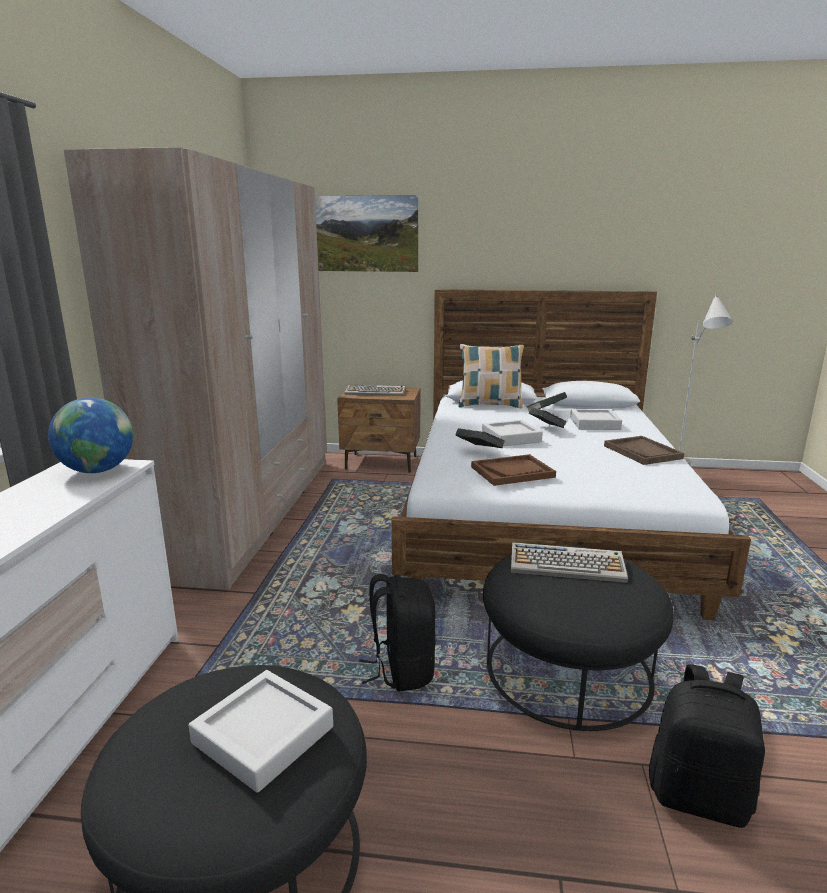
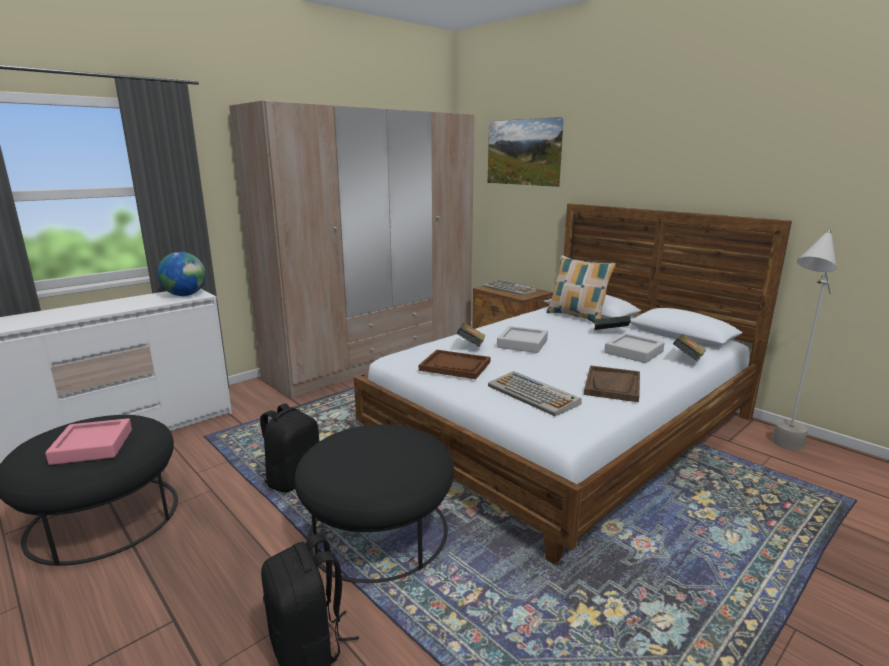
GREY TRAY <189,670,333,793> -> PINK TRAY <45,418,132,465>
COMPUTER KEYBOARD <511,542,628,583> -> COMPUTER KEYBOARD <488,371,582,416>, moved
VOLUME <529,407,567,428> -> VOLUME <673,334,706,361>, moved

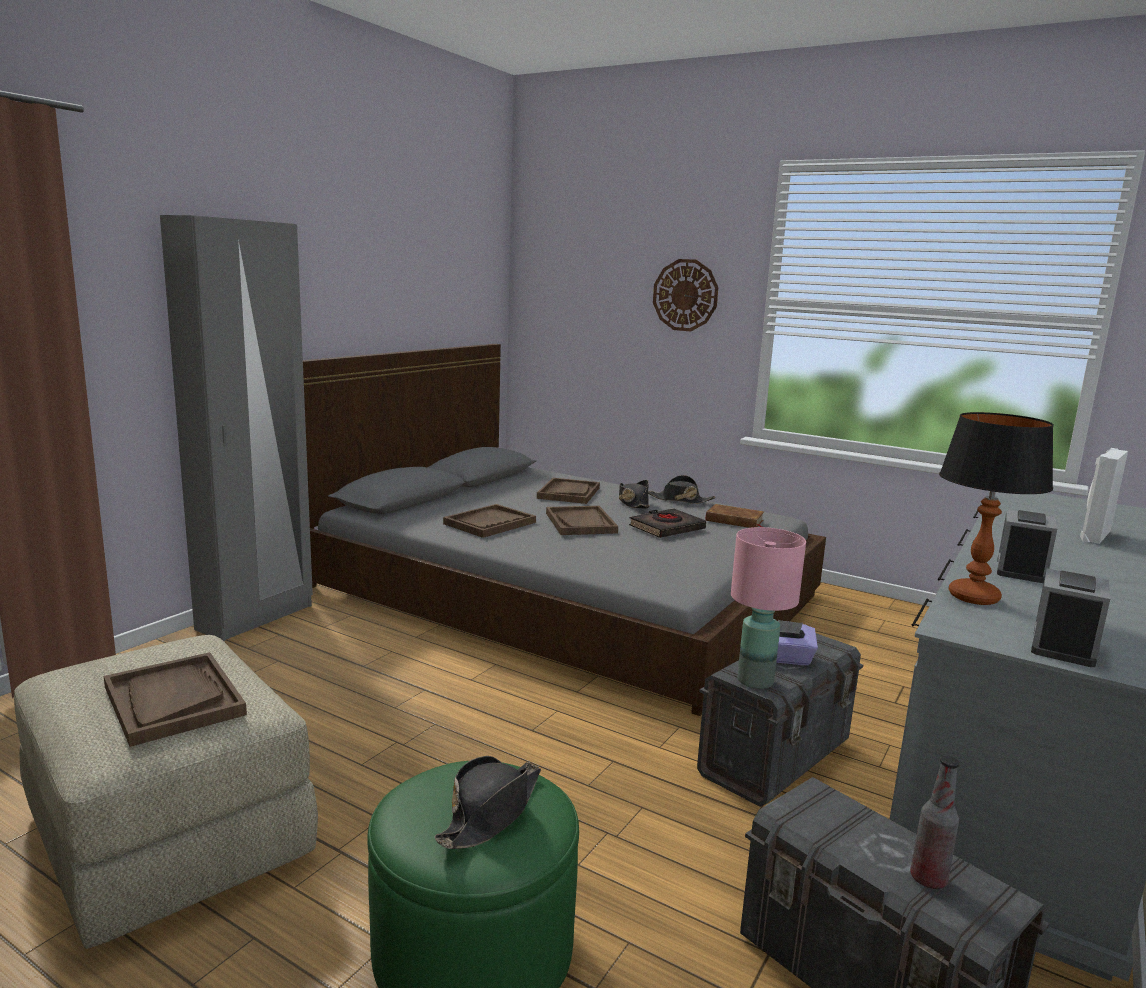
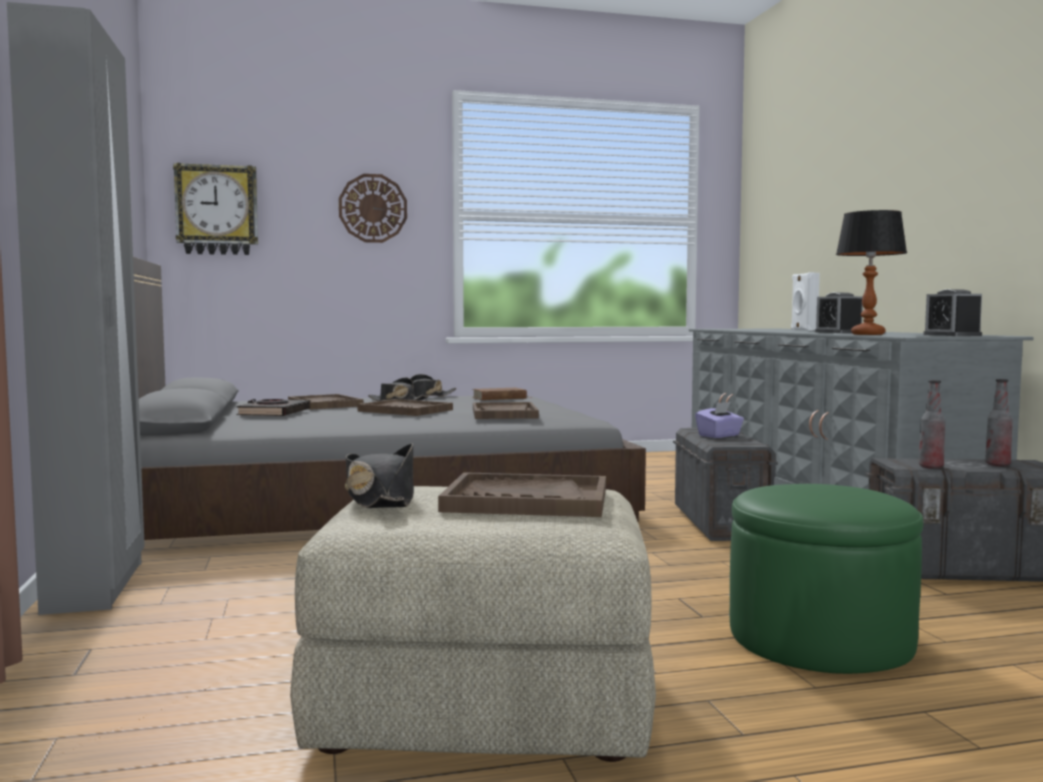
none -> CLOCK ON THE WALL <173,163,258,255>
BLACKISH VOLUME <629,508,706,538> -> BLACKISH VOLUME <236,399,310,416>, moved
BLACKISH CLOTHING HAT <434,756,541,849> -> BLACKISH CLOTHING HAT <345,444,414,508>, moved
BROWNISH TRAY <443,504,536,538> -> BROWNISH TRAY <473,402,539,419>, moved
none -> DRINK BOTTLE <919,380,946,469>
PINK LAMP FOR A TABLE <731,527,806,689> -> none

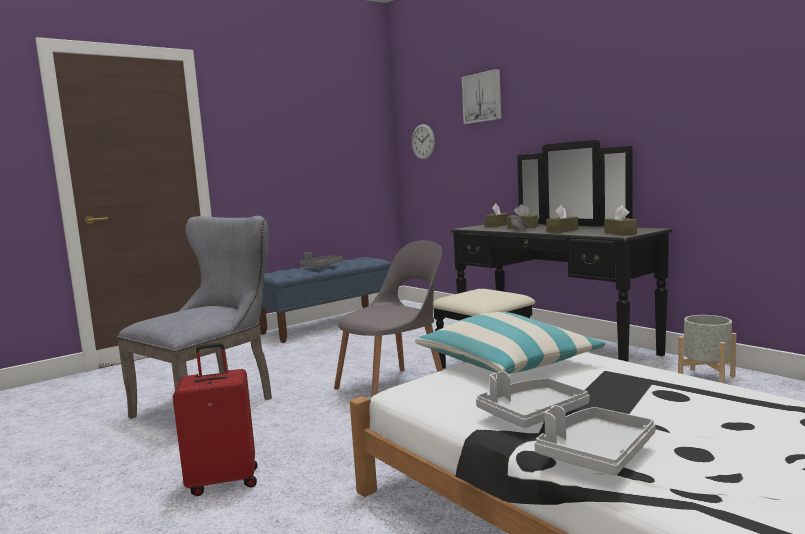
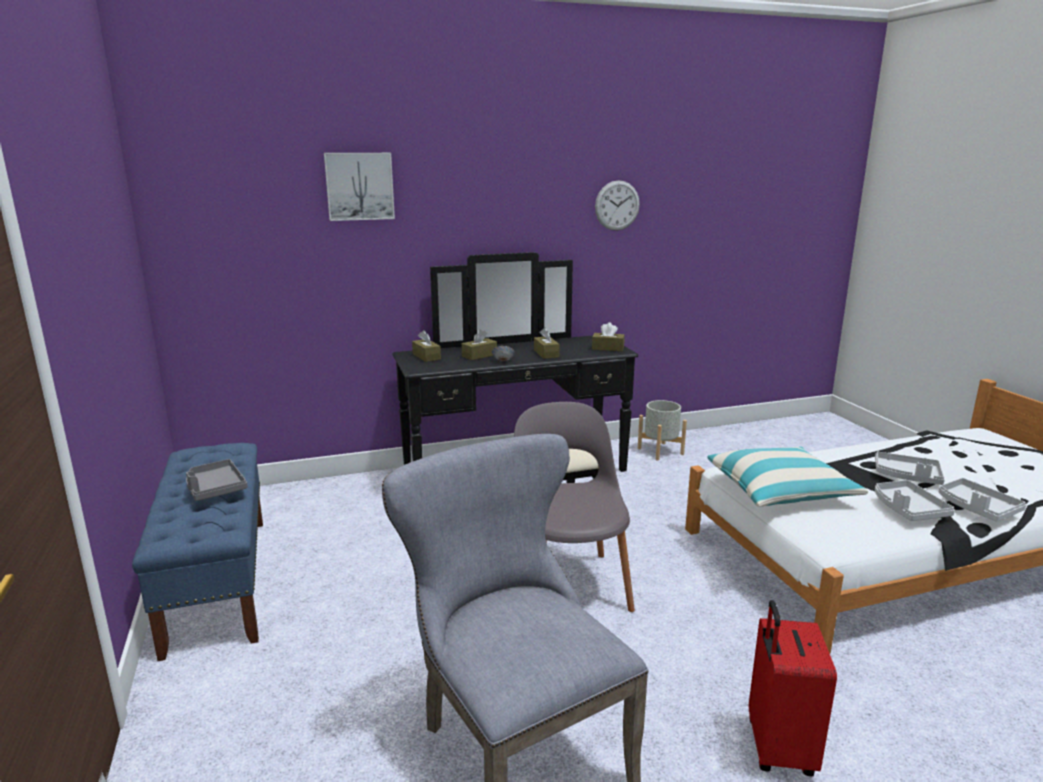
CLOCK ON THE WALL <412,124,435,160> -> CLOCK ON THE WALL <595,180,640,231>, moved
none -> GREY TRAY <875,452,945,485>

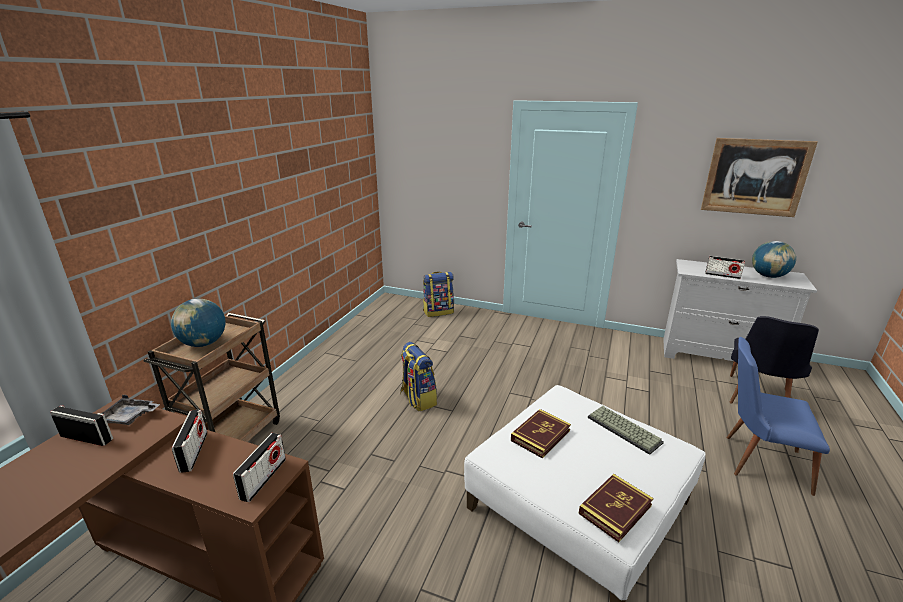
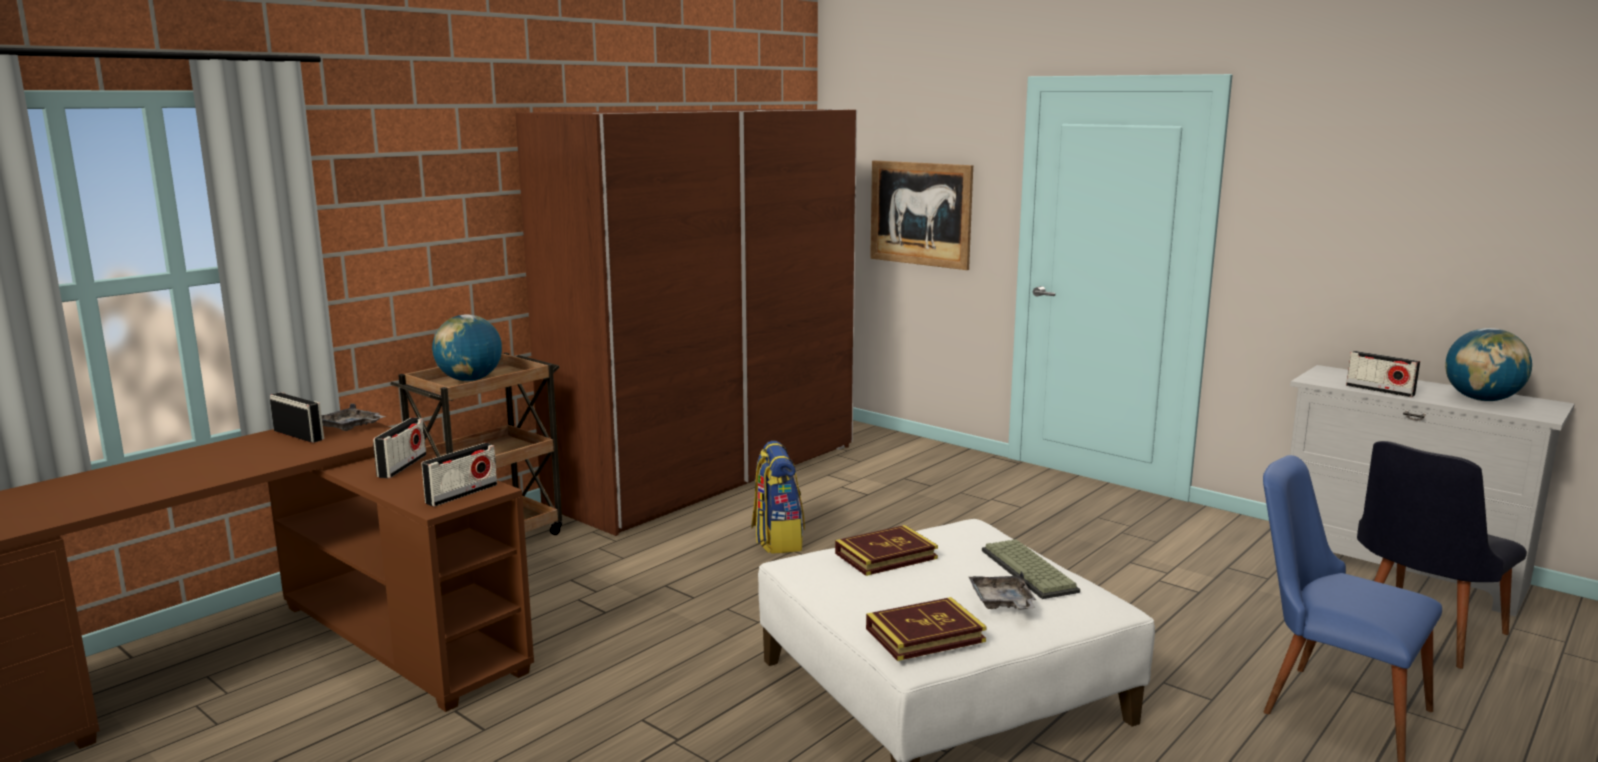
none -> BROWNISH CLOTHES CUPBOARD <515,109,857,536>
PICTURE <701,138,818,217> -> PICTURE <870,161,973,270>, moved
none -> GREY TRAY <969,571,1036,609>
BACKPACK <423,272,454,317> -> none

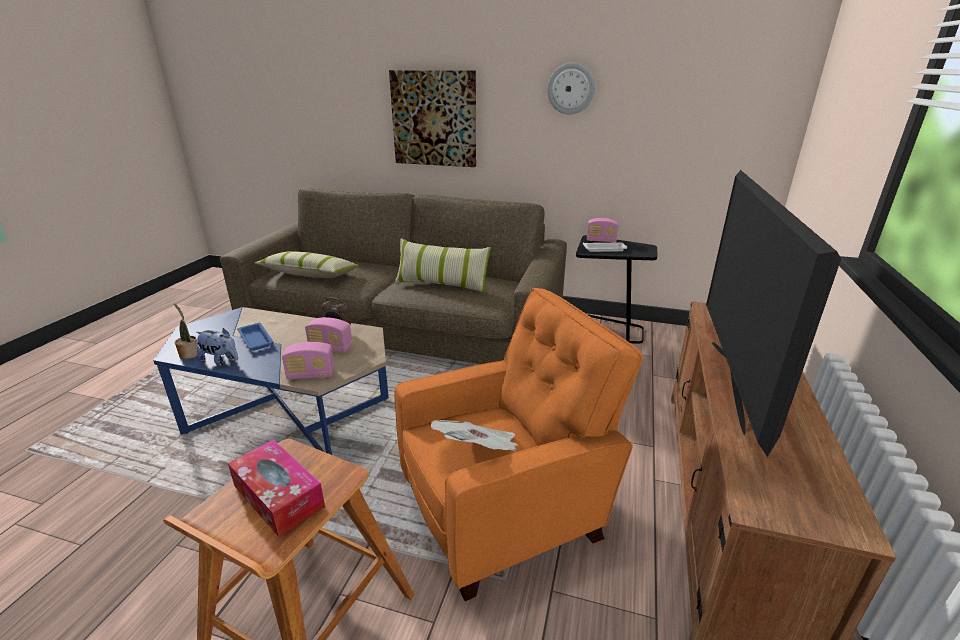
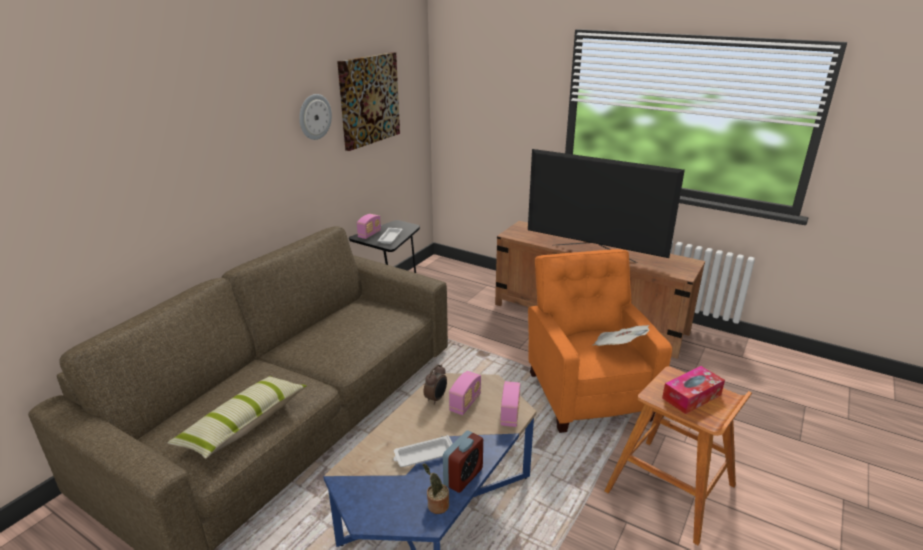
PICTURE <389,70,476,167> -> PICTURE <337,52,400,151>, moved
BLUE TRAY <237,323,274,351> -> WHITE TRAY <393,435,453,467>
PLUSH TOY <196,328,238,366> -> BEDSIDE CLOCK <443,431,483,493>
THROW PILLOW <394,238,491,293> -> none

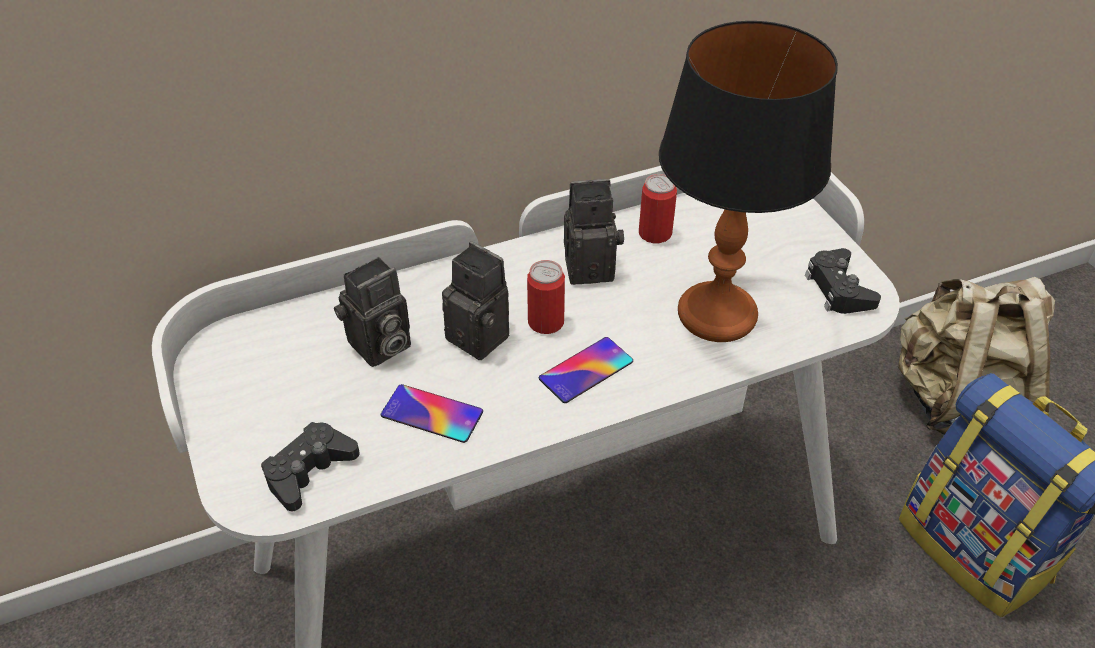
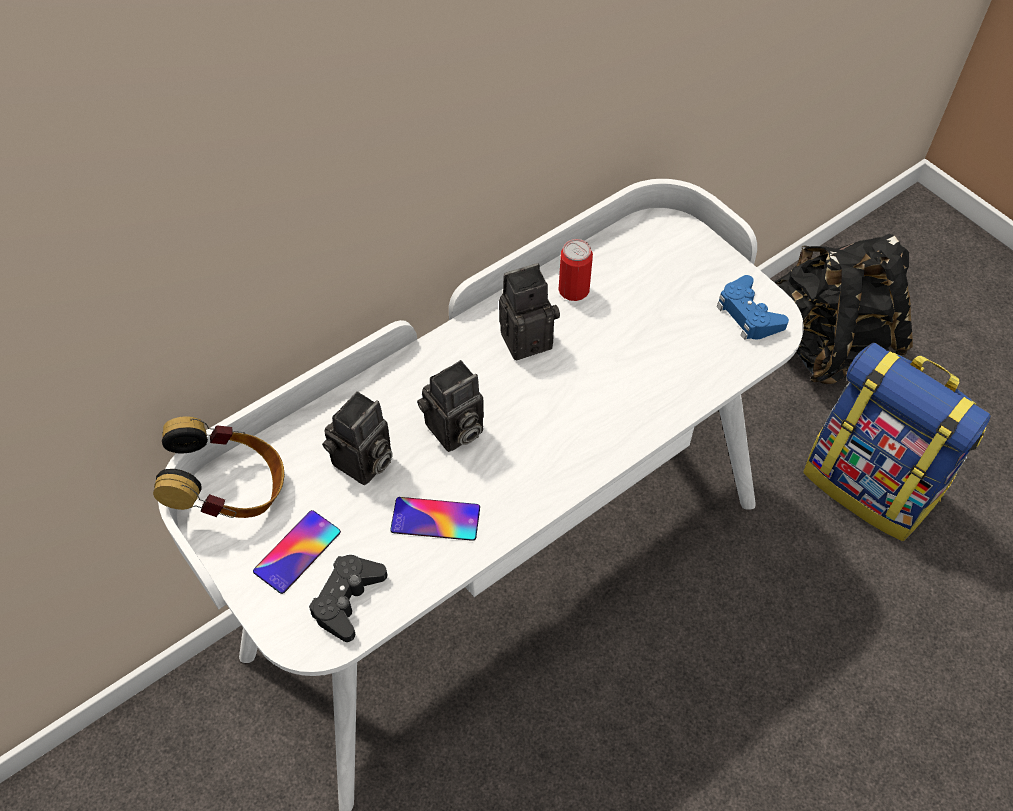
none -> HEADPHONES <153,416,284,518>
TELEPHONE <539,337,633,403> -> TELEPHONE <253,510,341,594>, moved
STILL CAMERA <442,241,509,360> -> STILL CAMERA <417,360,484,452>, 120 degrees clockwise
BLACKISH JOYPAD <805,248,881,314> -> BLUE JOYPAD <717,275,789,340>
BEIGE-COLOURED BACKPACK <898,277,1055,434> -> BLACKISH BACKPACK <775,233,913,384>
CAN <527,260,565,334> -> none
LAMP FOR A TABLE <659,21,838,342> -> none

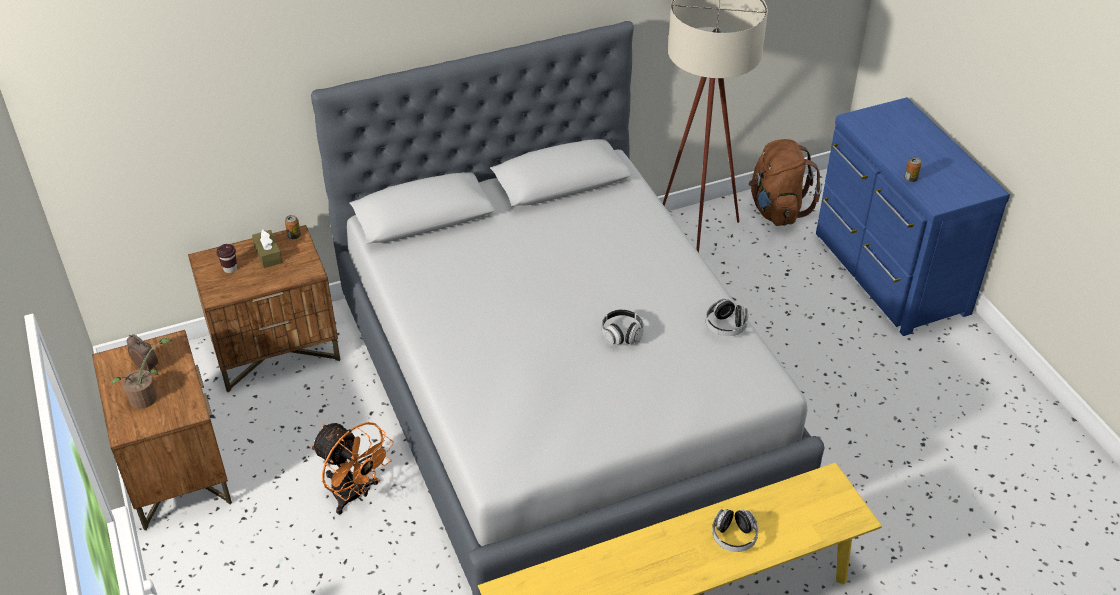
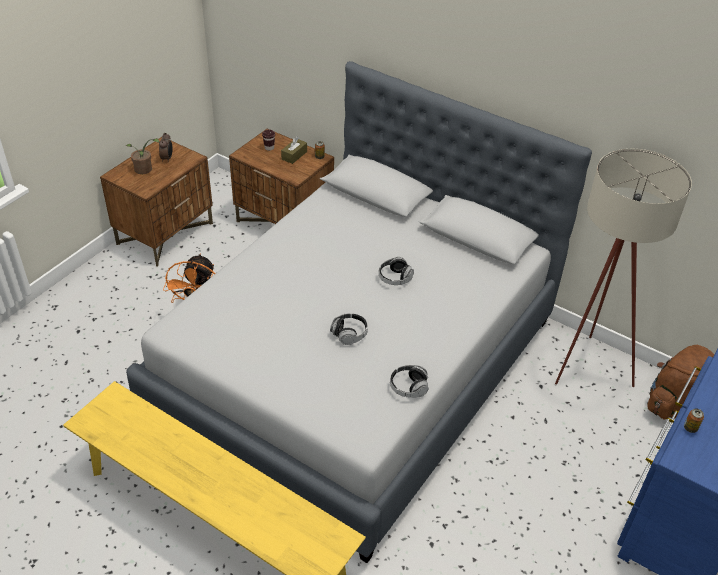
HEADPHONES <712,509,758,552> -> HEADPHONES <379,257,414,285>, moved

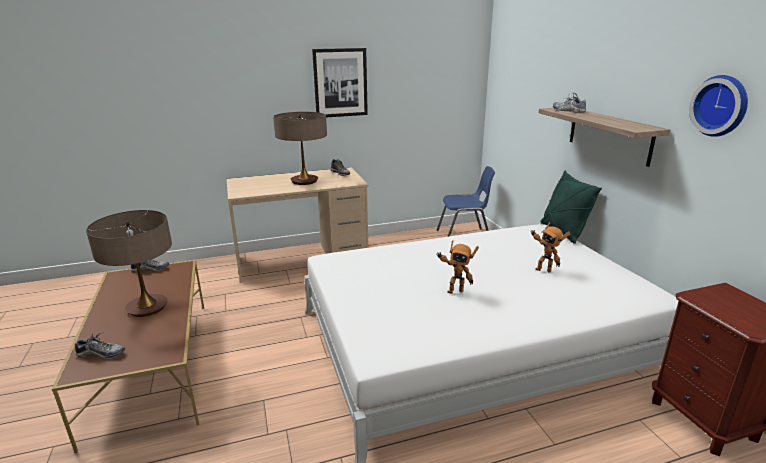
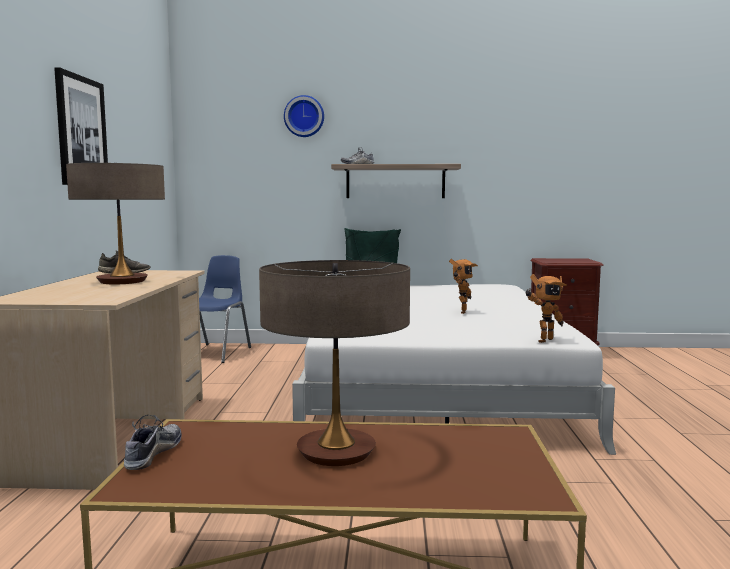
CLOCK ON THE WALL <689,75,748,137> -> CLOCK ON THE WALL <284,95,324,137>, moved
TOY ROBOT <530,222,571,272> -> TOY ROBOT <526,274,567,343>, moved
SHOE <75,332,125,359> -> none

